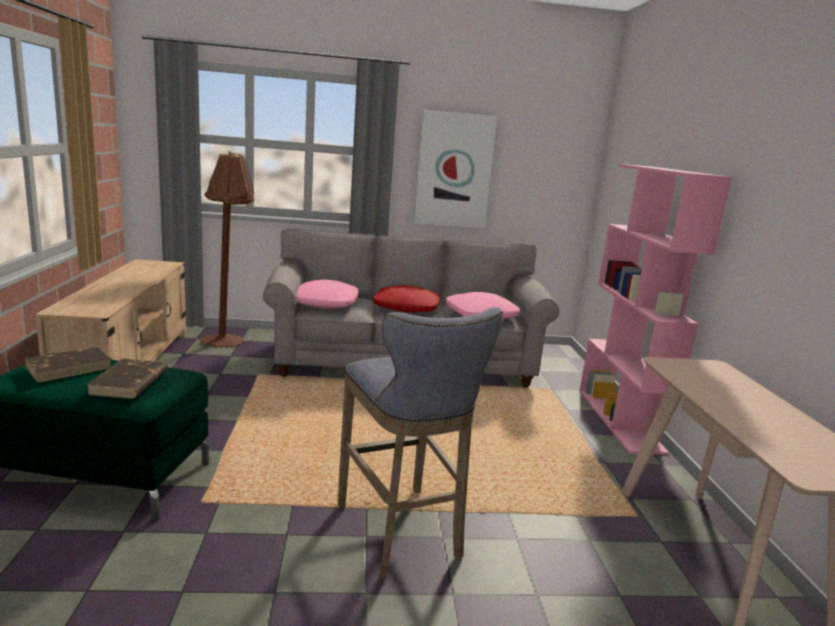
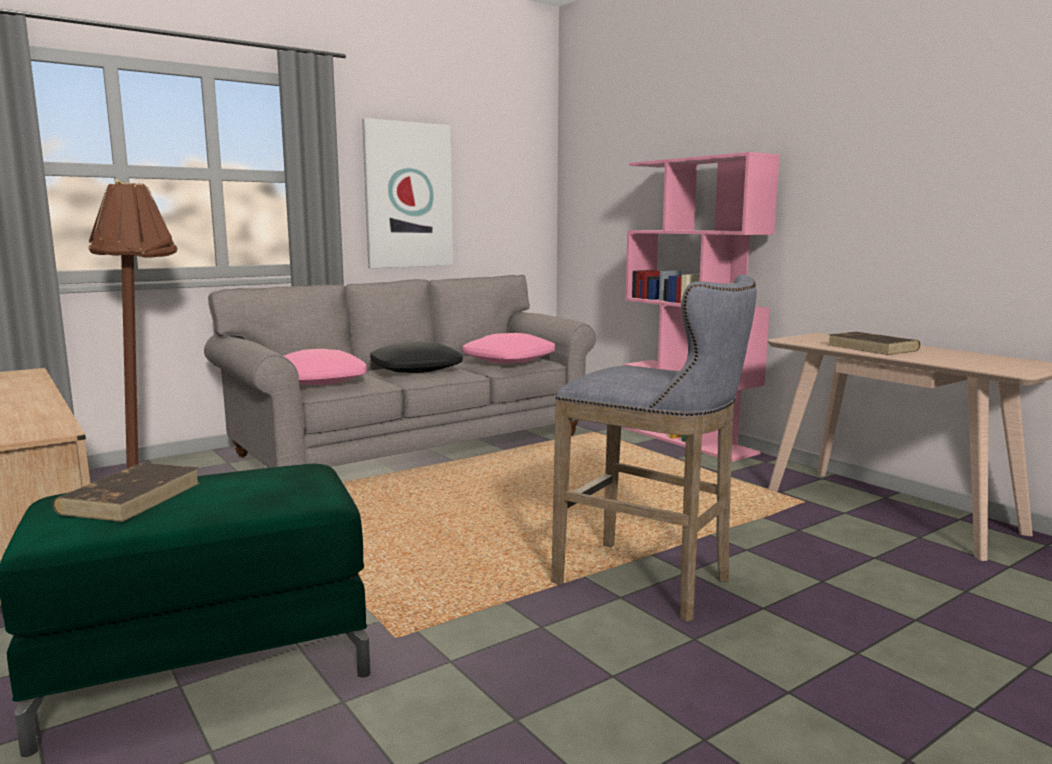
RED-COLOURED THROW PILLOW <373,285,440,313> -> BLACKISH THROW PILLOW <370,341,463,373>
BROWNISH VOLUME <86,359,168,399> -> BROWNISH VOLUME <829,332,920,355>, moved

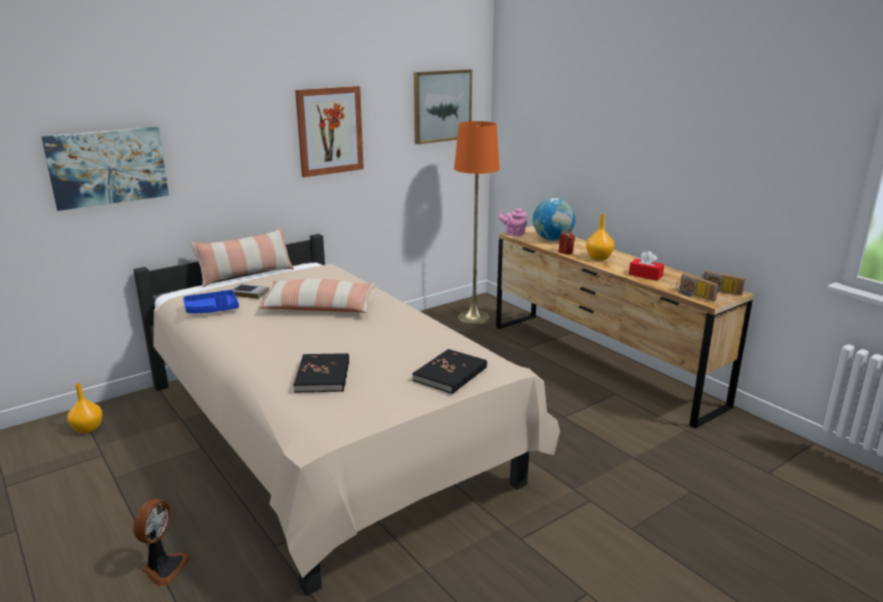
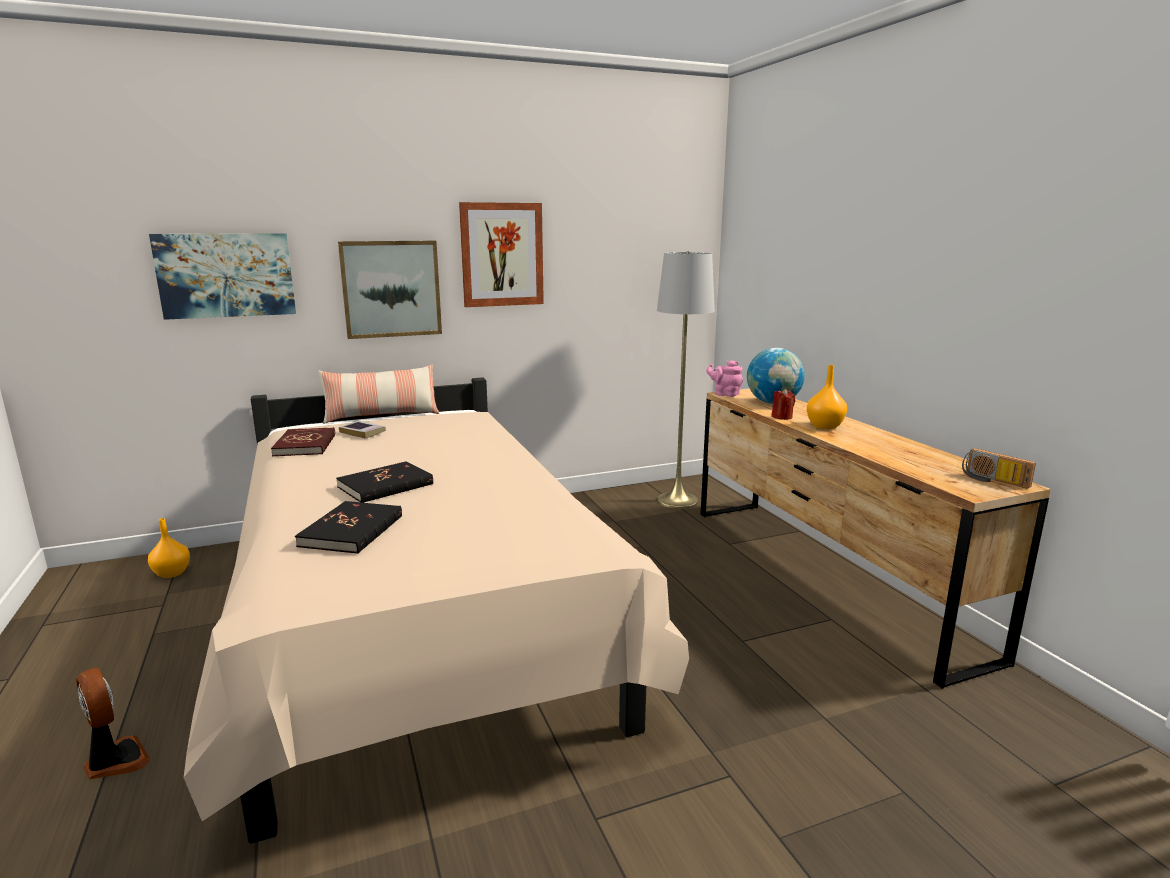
ELECTRIC FAN <133,499,191,587> -> ELECTRIC FAN <76,668,151,779>, 75 degrees counterclockwise
BLUE TRAY <183,290,239,313> -> RED-COLOURED VOLUME <271,427,335,456>
BLACKISH VOLUME <412,349,487,394> -> BLACKISH VOLUME <336,461,433,503>, moved
PICTURE <414,69,472,144> -> PICTURE <338,241,442,339>, moved
ORANGE STANDARD LAMP <454,121,500,325> -> GREY STANDARD LAMP <657,251,715,509>
THROW PILLOW <259,279,375,313> -> none
RED-COLOURED TISSUE HOLDER <629,251,664,281> -> none
RADIO RECEIVER <676,274,718,301> -> none

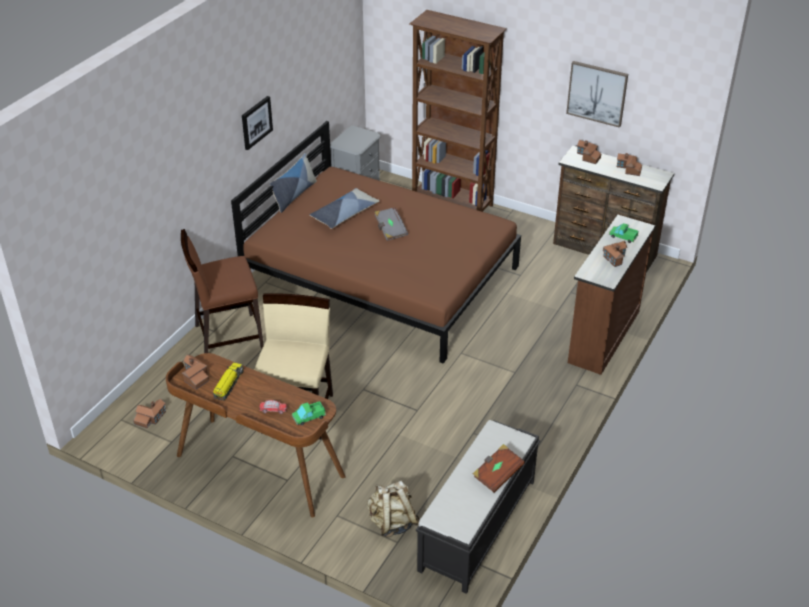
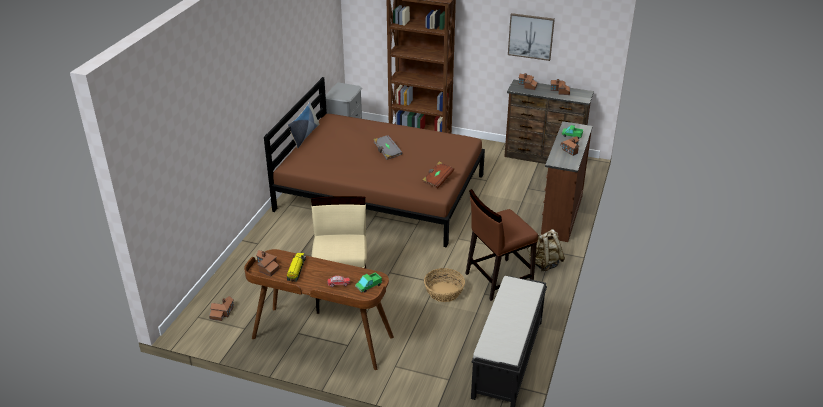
BROWNISH VOLUME <473,444,525,493> -> BROWNISH VOLUME <423,162,454,188>, moved
none -> HOUSEHOLD BASKET <424,268,465,302>
BROWNISH UPRIGHT CHAIR <181,229,264,353> -> BROWNISH UPRIGHT CHAIR <466,189,538,301>, moved
BEIGE-COLOURED BACKPACK <367,481,420,538> -> BEIGE-COLOURED BACKPACK <527,229,565,271>, moved
PICTURE <242,96,273,150> -> none
THROW PILLOW <309,188,380,229> -> none

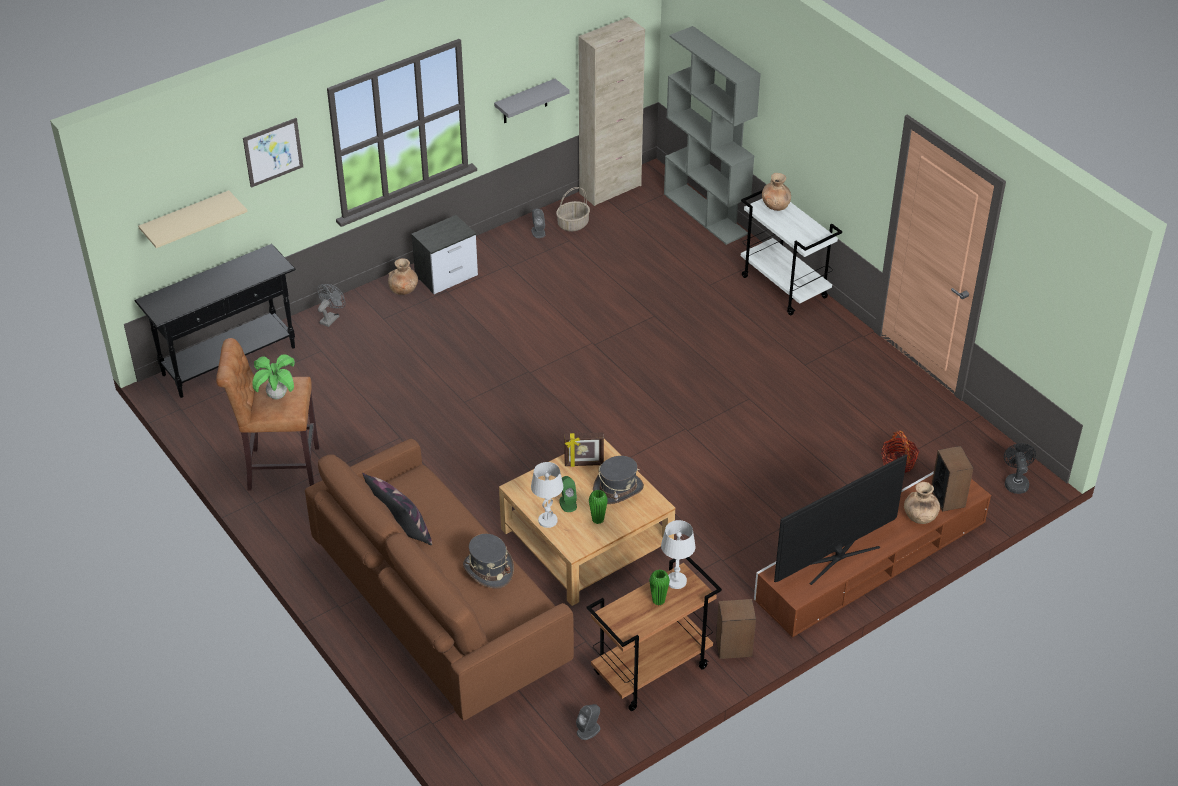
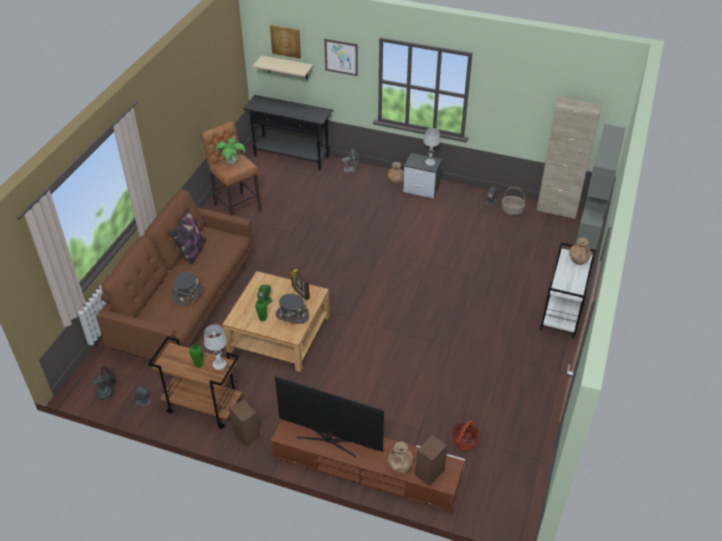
BLACKISH ELECTRIC FAN <1004,443,1036,494> -> BLACKISH ELECTRIC FAN <92,366,115,400>, moved
none -> PICTURE <270,25,301,59>
WHITE LAMP FOR A TABLE <531,462,563,528> -> WHITE LAMP FOR A TABLE <423,128,440,166>, moved
GREY WALL SHELF <494,79,570,123> -> none

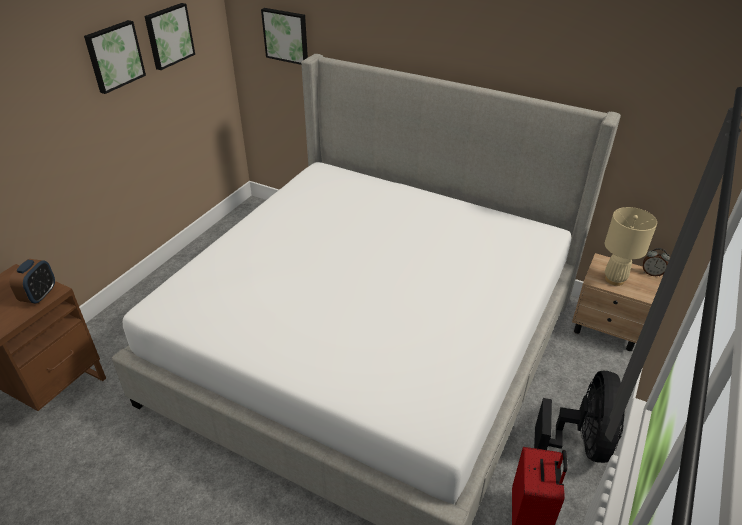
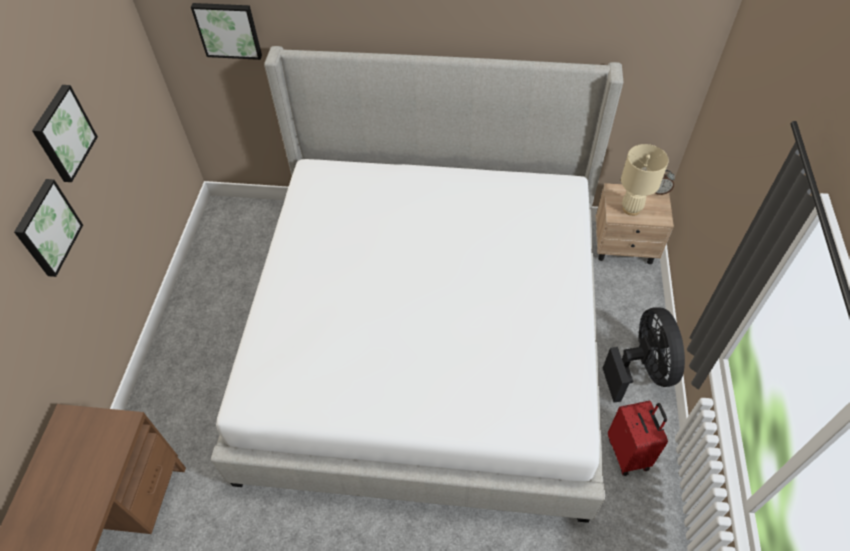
PICTURE <144,3,195,70> -> PICTURE <14,179,83,277>, moved
BEDSIDE CLOCK <9,259,55,304> -> none

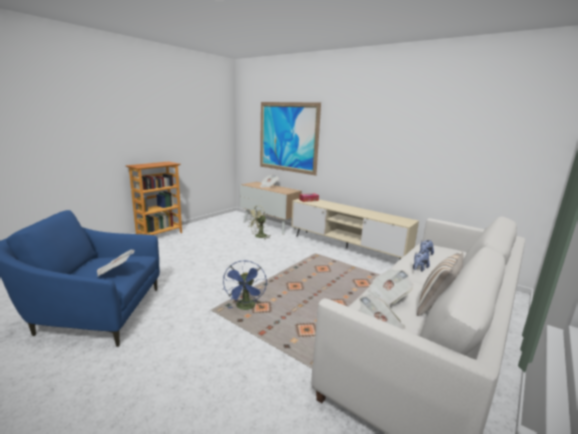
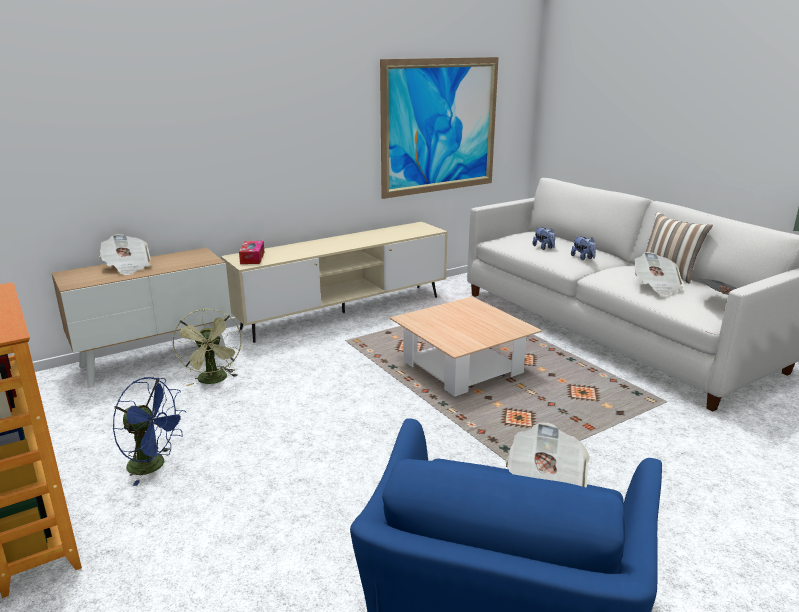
BLUE ELECTRIC FAN <223,260,267,310> -> BLUE ELECTRIC FAN <113,377,186,486>, moved
PICTURE <260,102,321,176> -> PICTURE <380,57,499,199>, moved
none -> BEIGE-COLOURED LOUNGE TABLE <390,297,542,397>

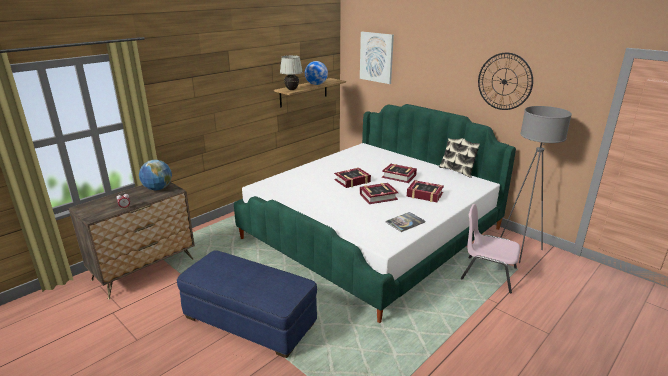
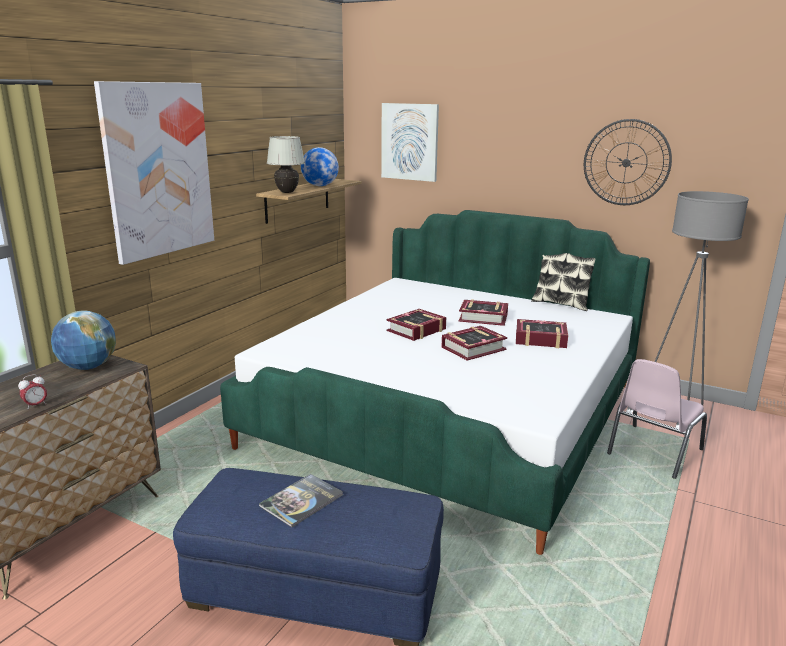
none -> PICTURE <94,81,214,265>
VOLUME <386,212,425,232> -> VOLUME <259,474,343,527>, moved
PINK UPRIGHT CHAIR <461,204,520,293> -> PINK UPRIGHT CHAIR <607,359,707,479>, 60 degrees counterclockwise

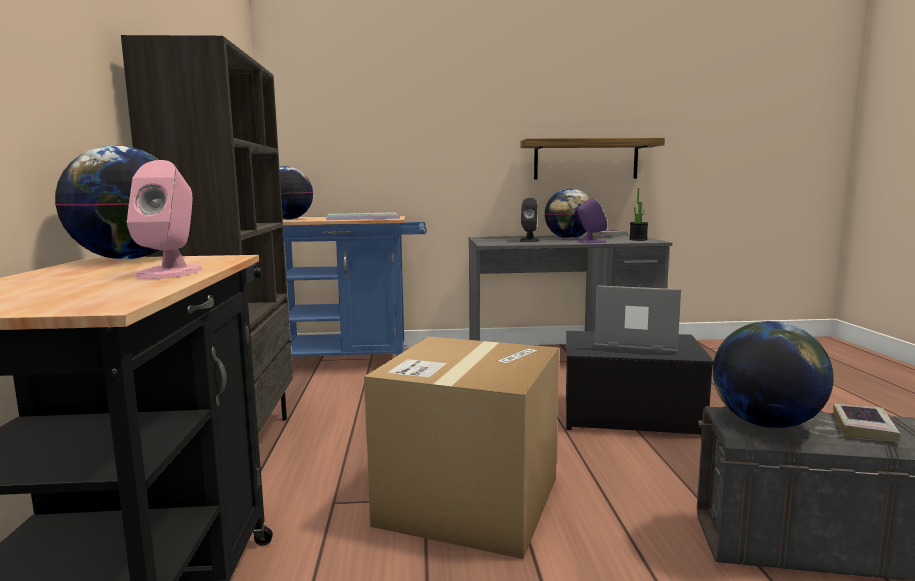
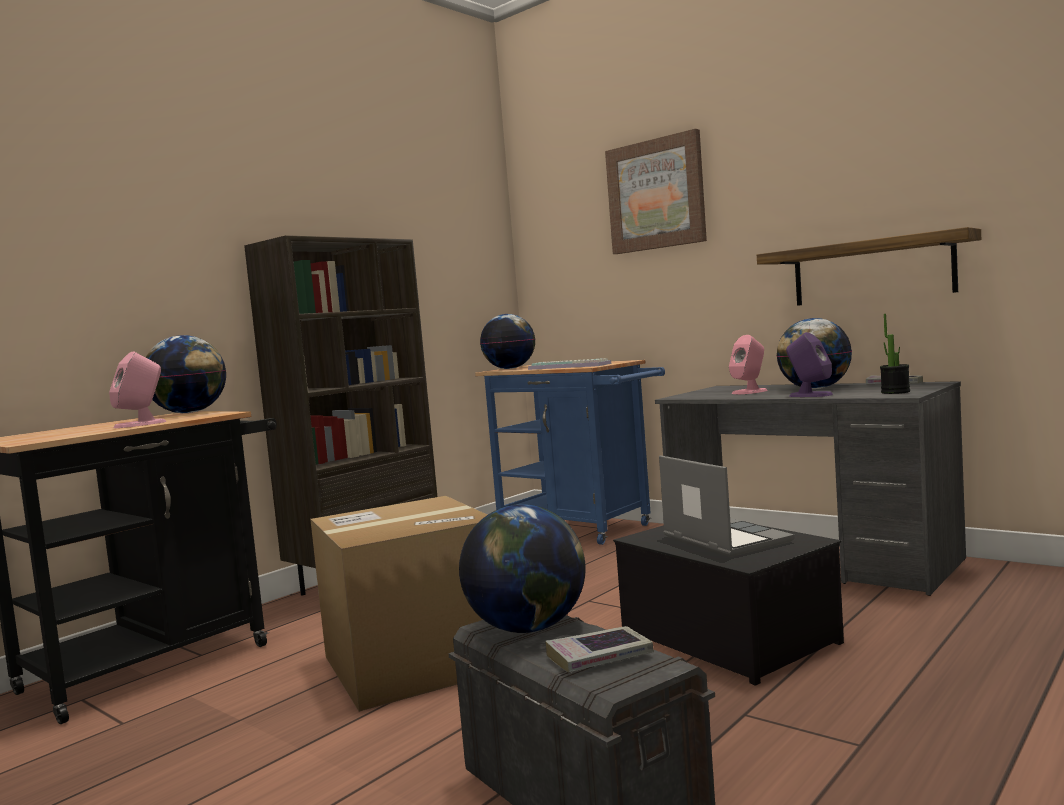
none -> PICTURE <605,129,707,254>
BLACKISH LOUDSPEAKER <520,198,540,242> -> PINK LOUDSPEAKER <729,335,768,394>

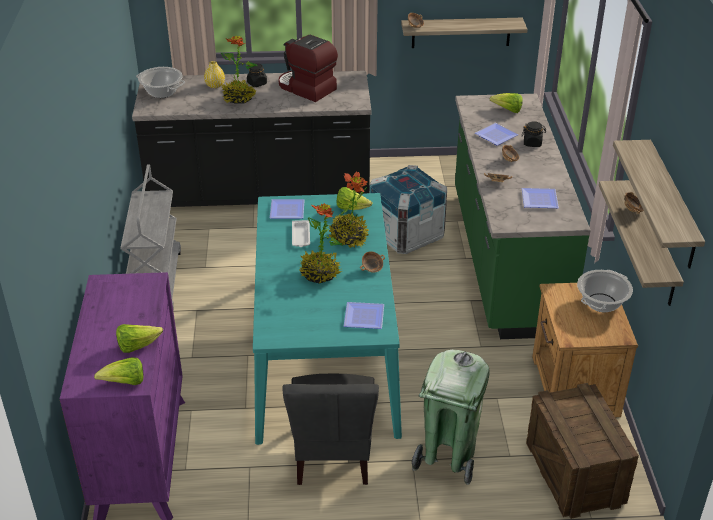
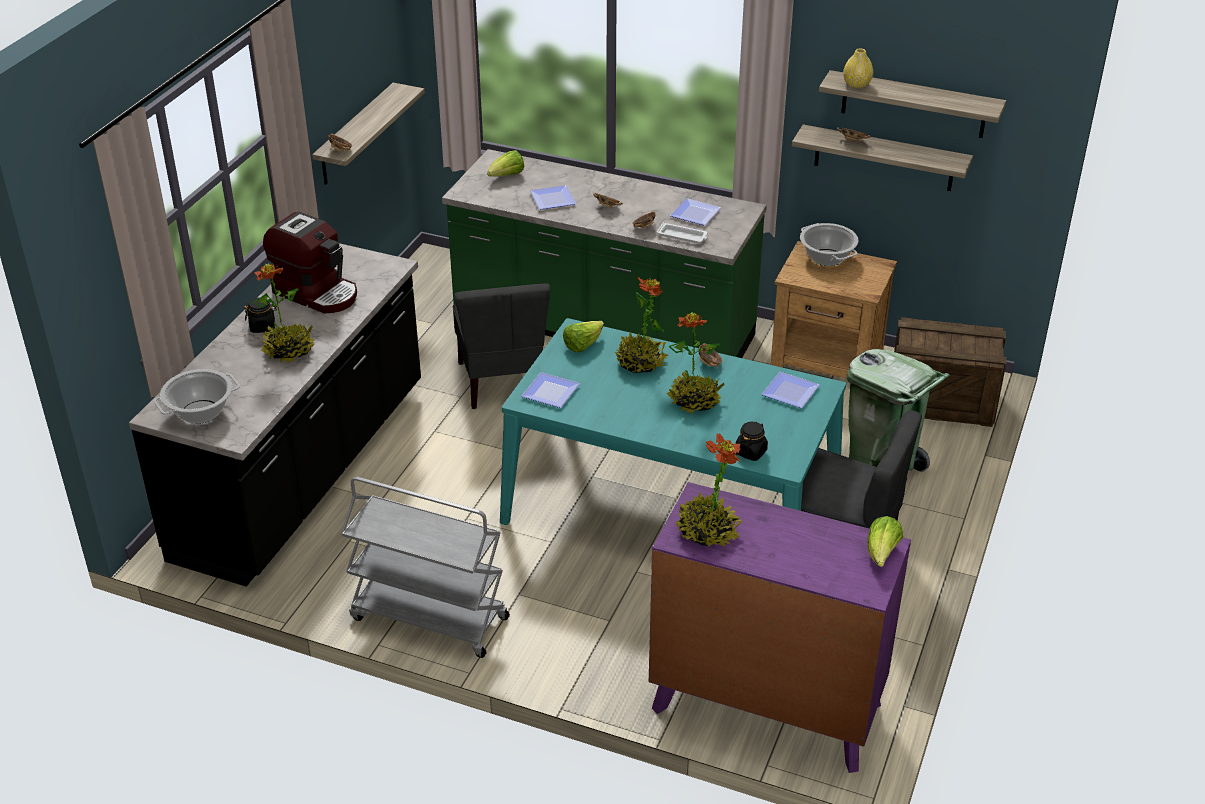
COFFEE MACHINE <279,35,338,102> -> COFFEE MACHINE <263,212,357,313>, 120 degrees counterclockwise
CRATE <369,165,447,254> -> GREY UPRIGHT CHAIR <453,284,550,409>
WHITE TRAY <292,220,310,247> -> WHITE TRAY <657,222,707,243>, moved
none -> PLANT IN A POT <676,433,742,547>
BLACKISH STORAGE JAR <522,121,546,147> -> BLACKISH STORAGE JAR <735,421,768,461>, moved
YELLOWISH DECORATIVE VASE <204,61,225,88> -> YELLOWISH DECORATIVE VASE <843,49,873,89>, moved
LETTUCE <116,324,163,353> -> none

